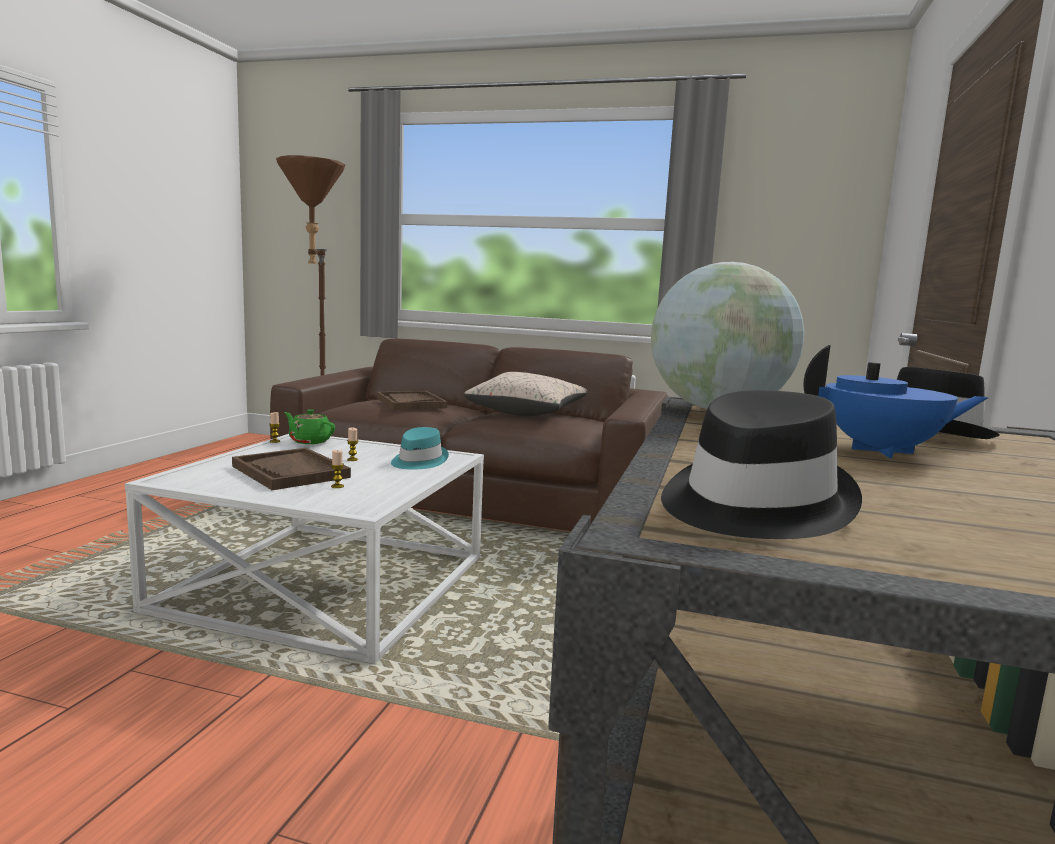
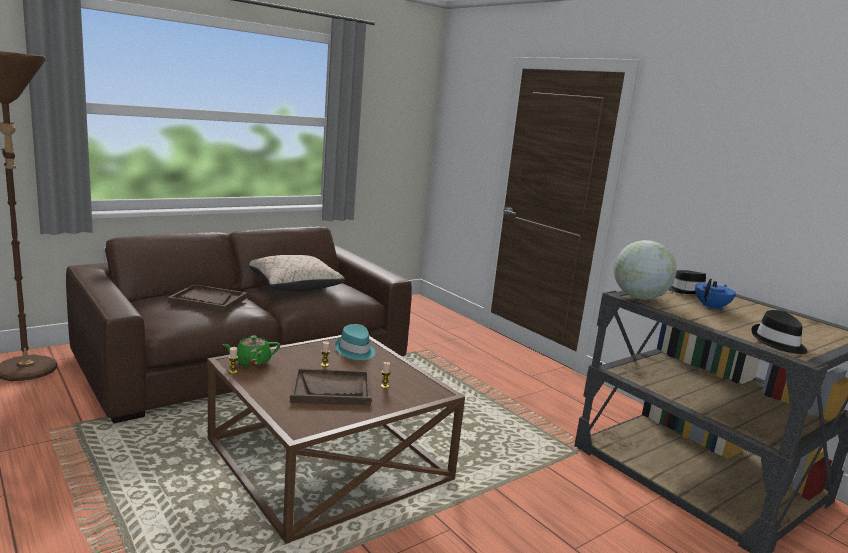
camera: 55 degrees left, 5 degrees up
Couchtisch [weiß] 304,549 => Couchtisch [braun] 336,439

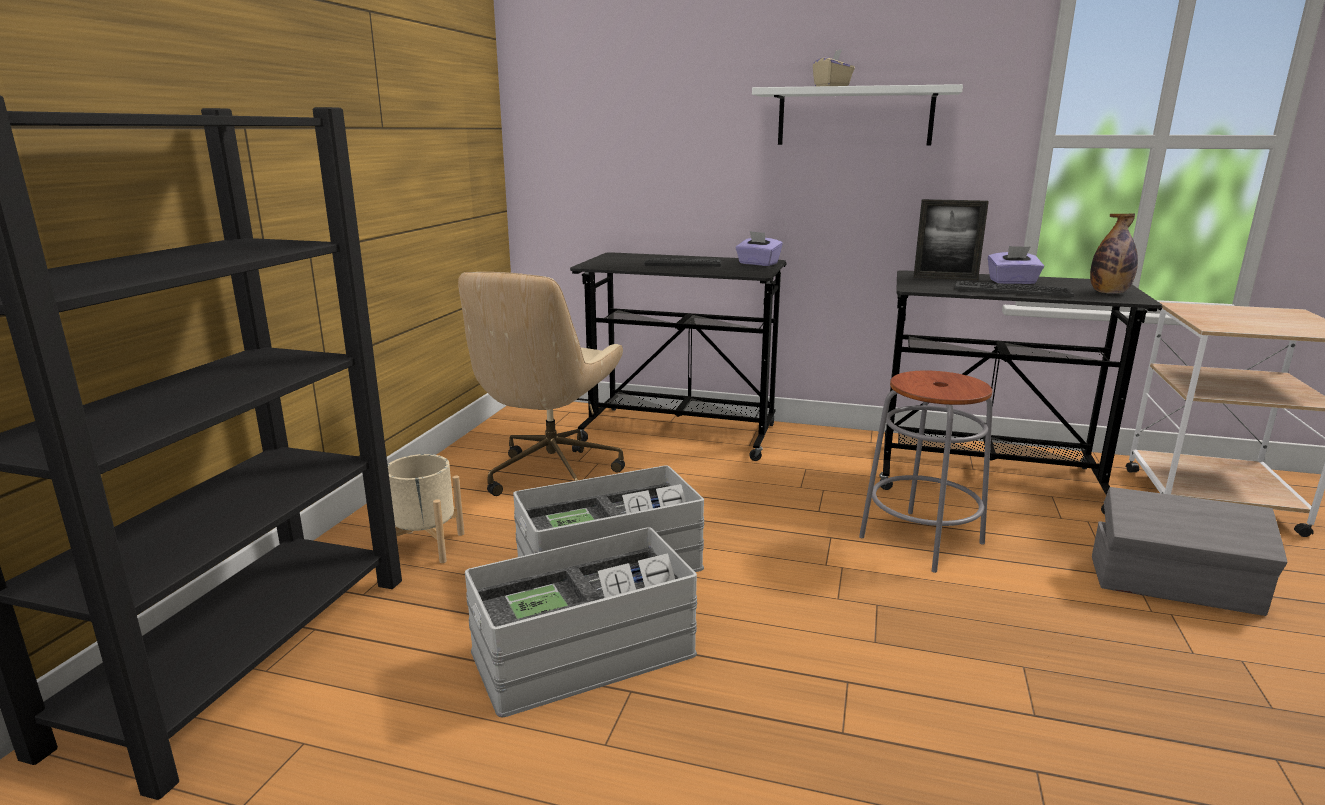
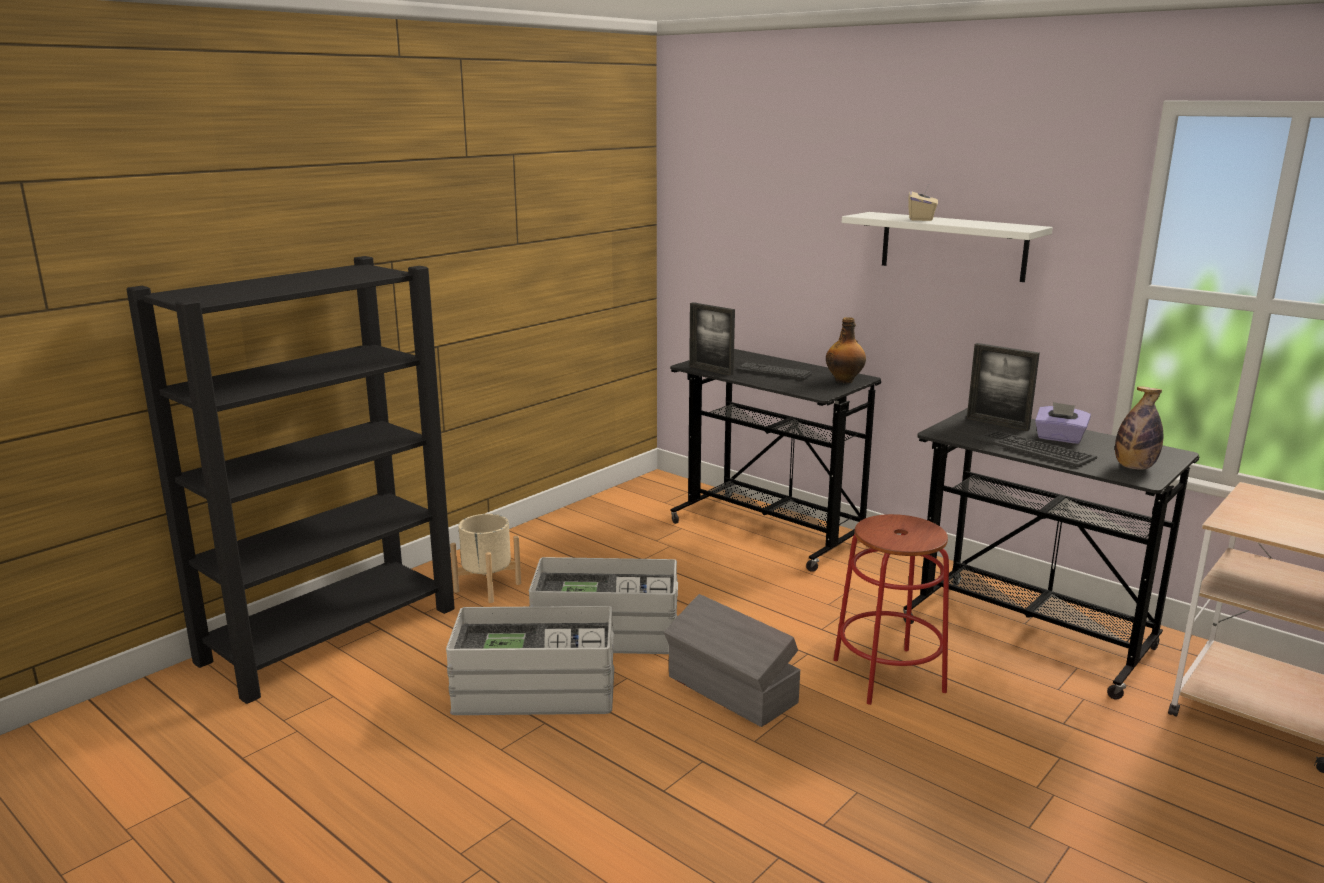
camera: 25 degrees right, 0 degrees up
Bürostuhl [beige] 541,384 => nothing
Taschentuchbox [lila] 759,248 => Flasche 846,350
Hocker [grau] 926,472 => Hocker [rot] 891,609
Aufbewahrungsbox [grau] 1189,551 => Aufbewahrungsbox [grau] 732,660, moved
nothing => Bilderrahmen 712,339

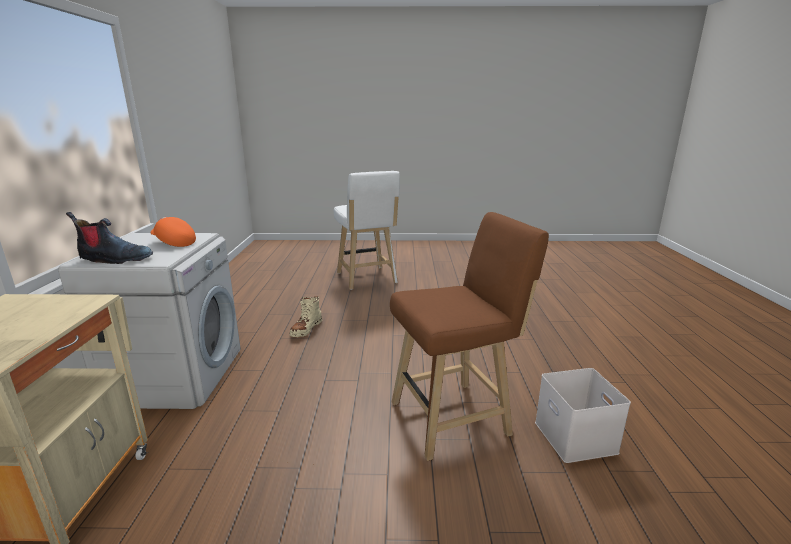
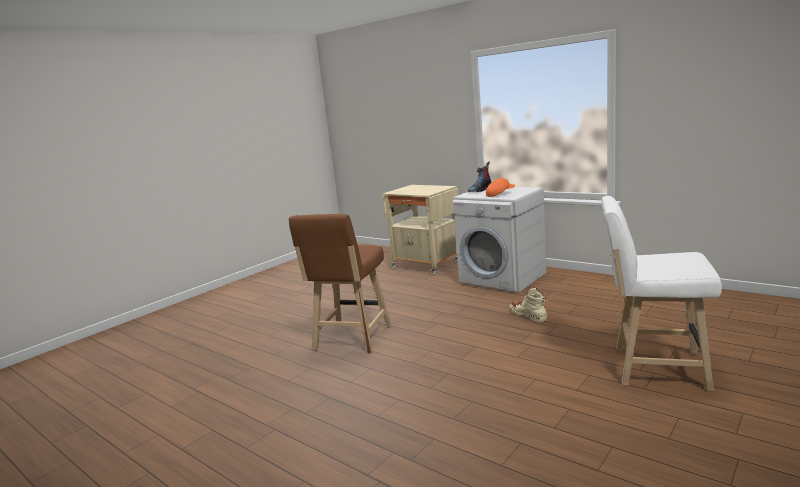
camera: 130 degrees right, 5 degrees down
Aufbewahrungsbox [weiß] 583,415 => nothing

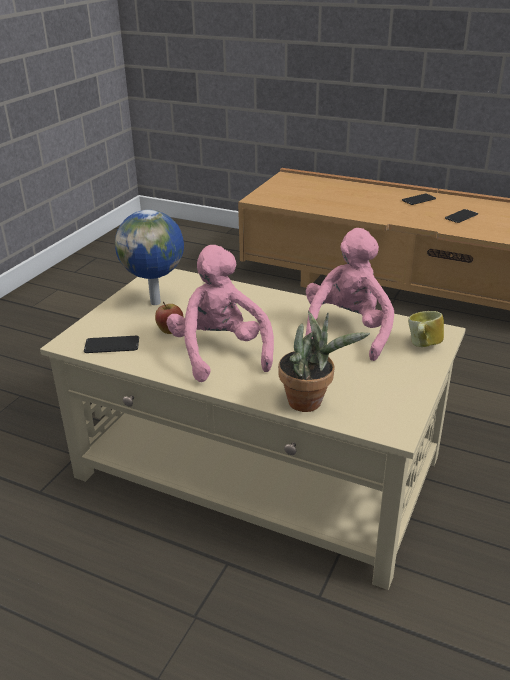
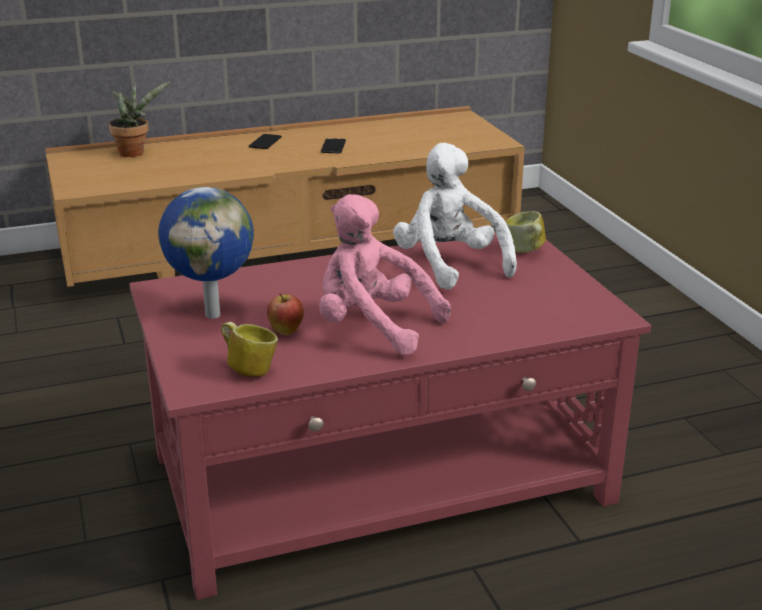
camera: 45 degrees left, 5 degrees down
Couchtisch [beige] 253,429 => Couchtisch [rot] 390,416
Handy 111,344 => Henkelbecher 249,349
Topfpflanze 324,361 => Topfpflanze 139,118, moved
Plüschtier [rosa] 349,294 => Plüschtier [weiß] 455,216

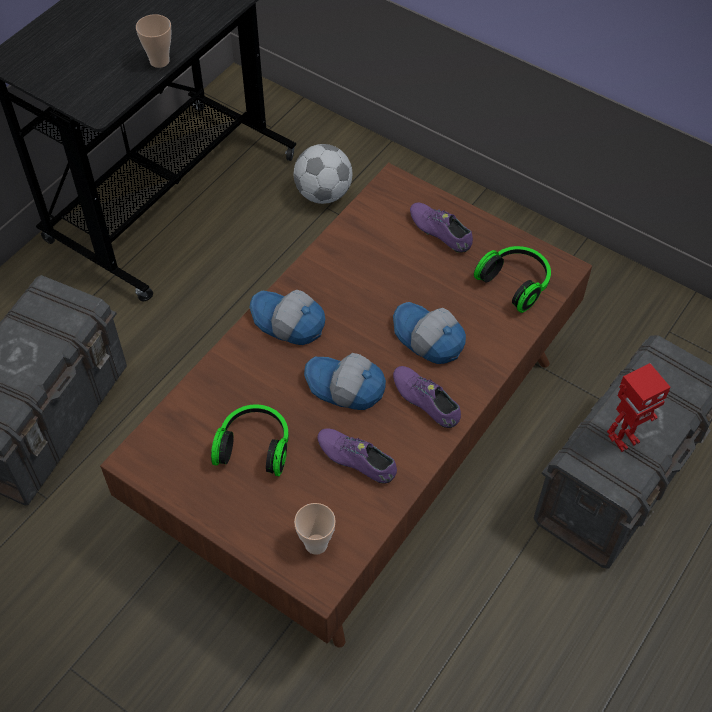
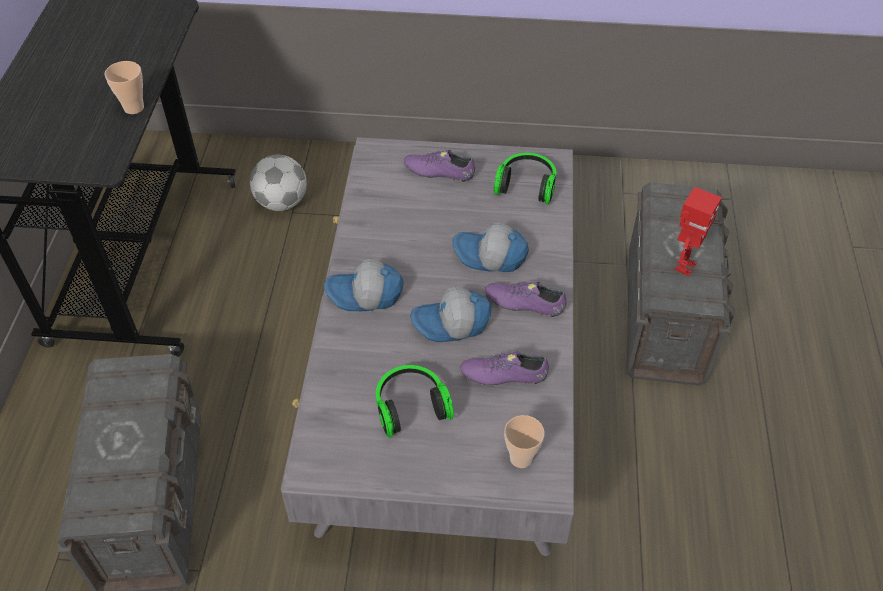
camera: 30 degrees left, 5 degrees down
Couchtisch [braun] 346,405 => Couchtisch [grau] 427,346

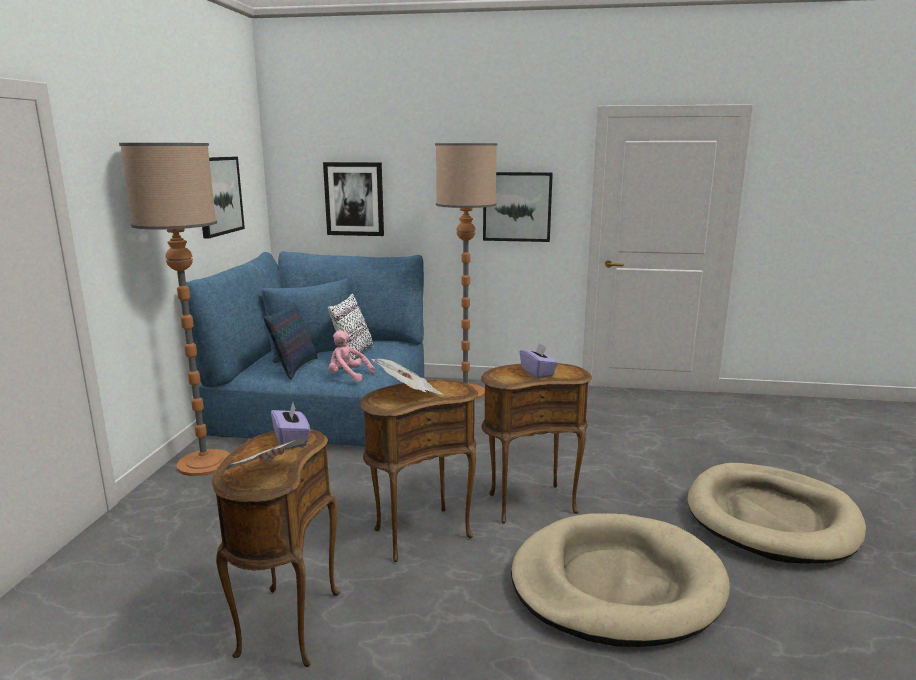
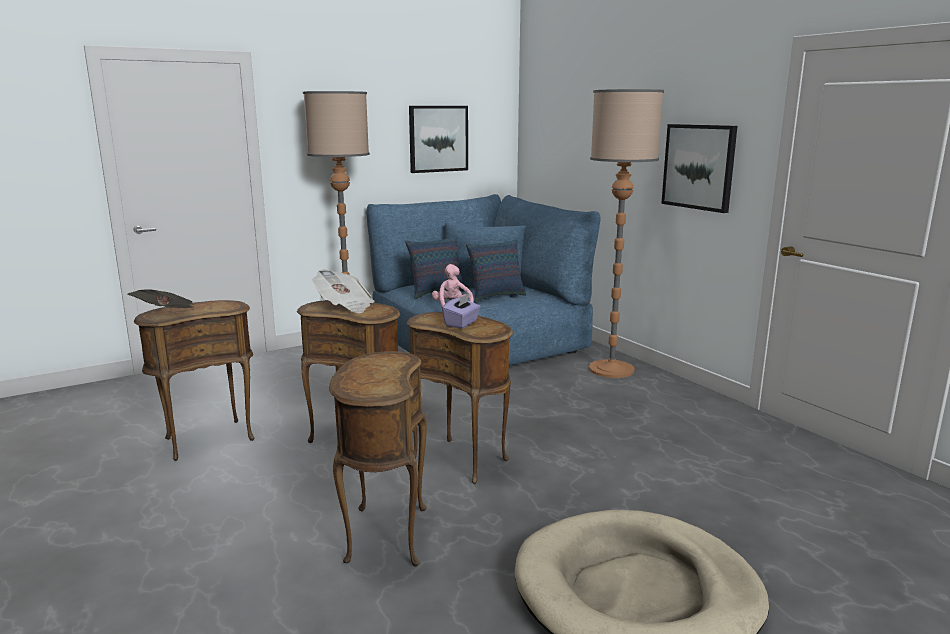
camera: 50 degrees right, 0 degrees up
Taschentuchbox [lila] 290,426 => nothing
Bild 353,199 => nothing
Kissen [weiß] 351,327 => Kissen [blau] 496,271
Hundebett [beige] 620,580 => Beistelltisch [braun] 378,458

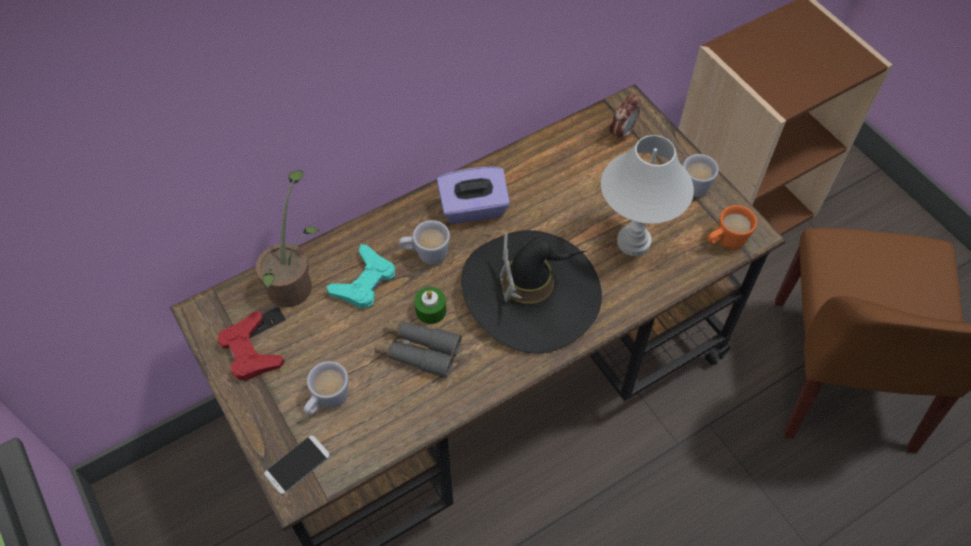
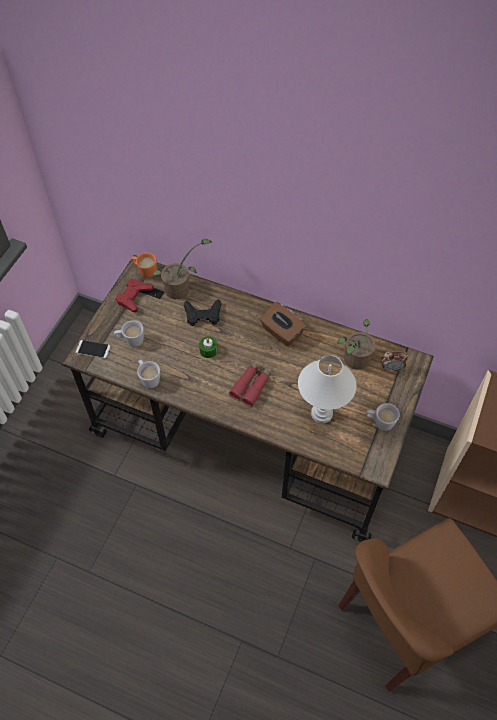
camera: 55 degrees right, 0 degrees up
Gamepad [türkis] 360,276 => Gamepad [schwarz] 202,312
Fernglas [grau] 418,348 => nothing
Henkelbecher [weiß] 424,242 => Henkelbecher [weiß] 148,374, moved
Taschentuchbox [lila] 473,195 => Taschentuchbox [braun] 283,324
Hut [schwarz] 531,292 => Fernglas [rot] 251,384
Henkelbecher [orange] 732,227 => Henkelbecher [orange] 144,265, moved
nothing => Topfpflanze 356,344

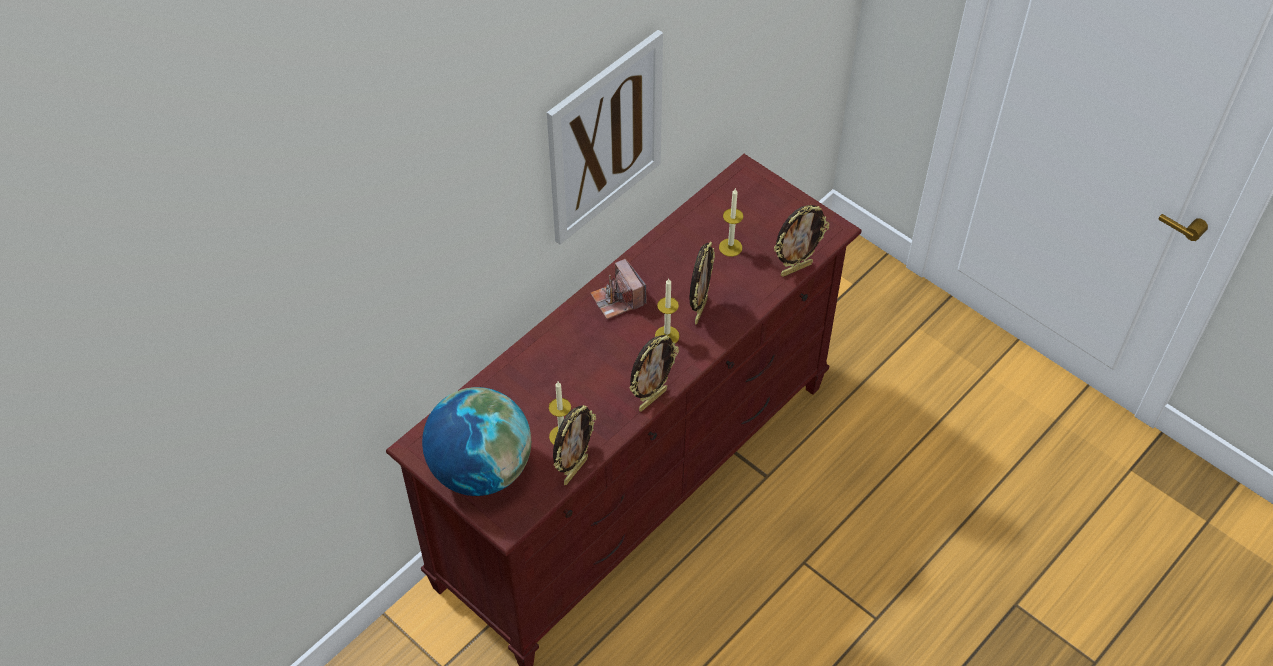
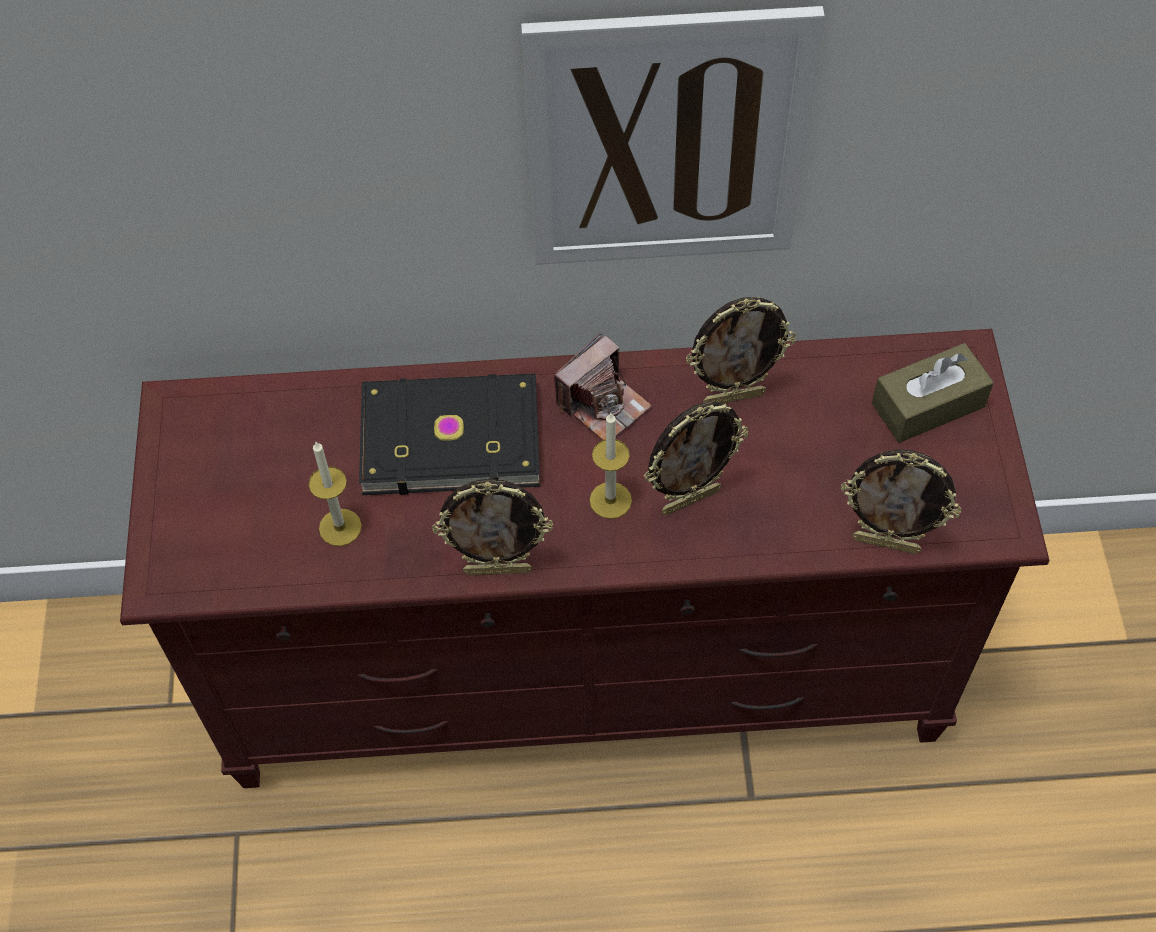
camera: 45 degrees right, 5 degrees up
Globus 476,441 => nothing
Bilderrahmen 574,445 => Bilderrahmen 741,350, moved
Kamera 619,289 => Kamera 603,386, 150 degrees counterclockwise
Kerze 731,223 => nothing
nothing => Buch [schwarz] 449,434
nothing => Taschentuchbox [braun] 933,393

